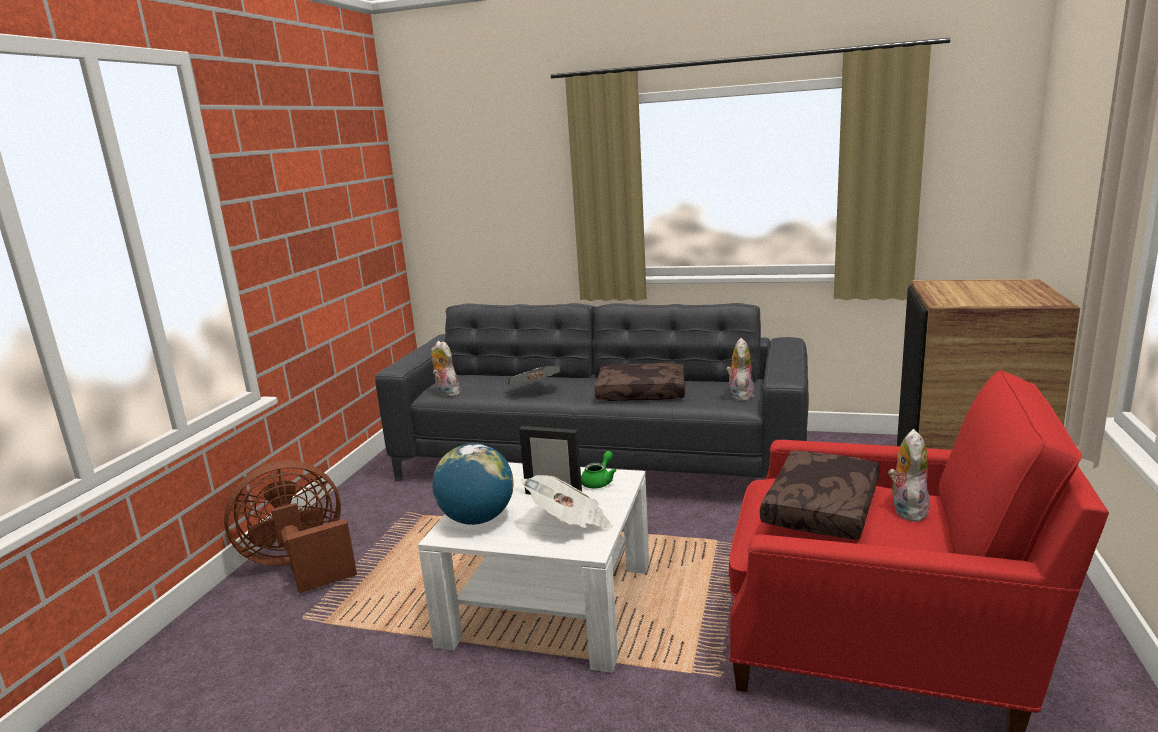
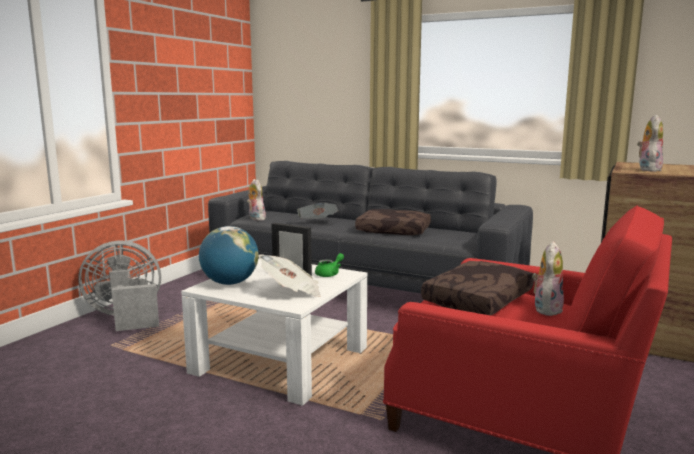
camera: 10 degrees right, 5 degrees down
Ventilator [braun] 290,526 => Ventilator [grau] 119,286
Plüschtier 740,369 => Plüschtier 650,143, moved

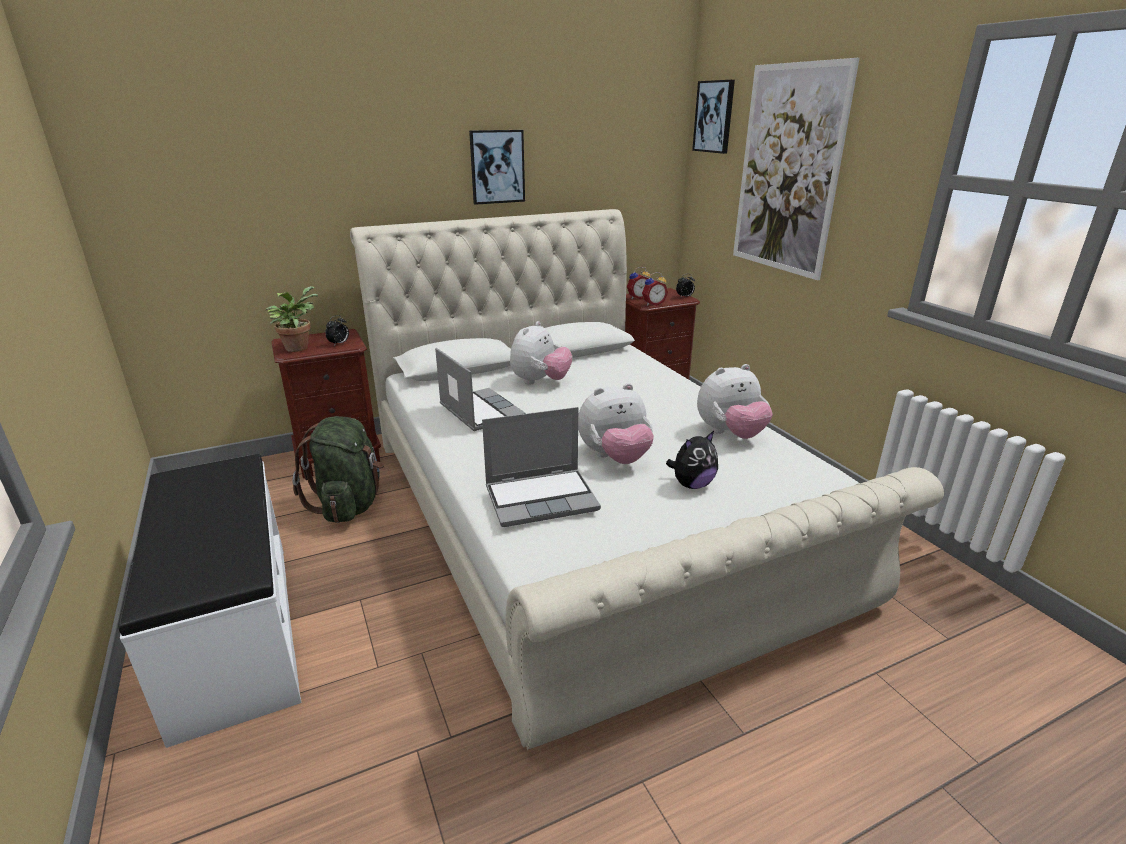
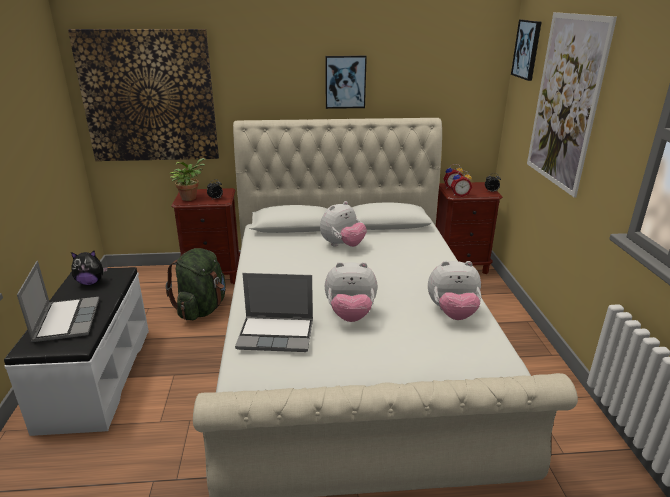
camera: 20 degrees right, 0 degrees up
Laptop 480,389 => Laptop 58,301, moved
Plüschtier 692,460 => Plüschtier 89,268, moved
nothing => Bild 143,95

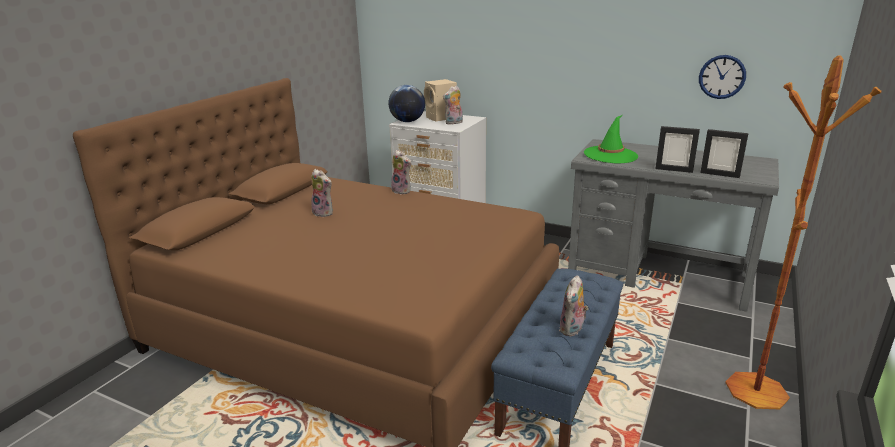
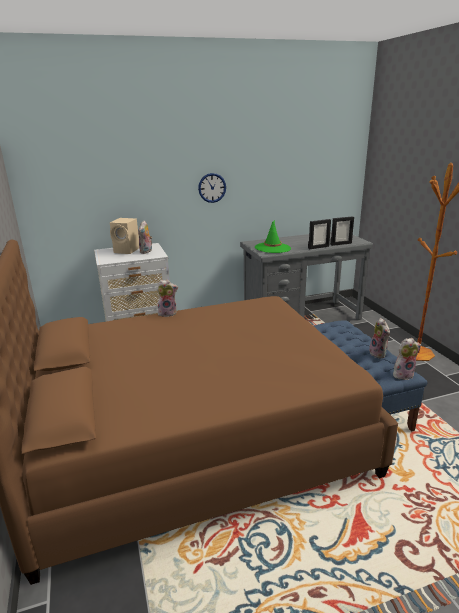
camera: 45 degrees left, 0 degrees up
Plüschtier 322,193 => Plüschtier 407,359, moved
Globus 406,103 => nothing
Wanduhr 722,77 => Wanduhr 212,188, moved

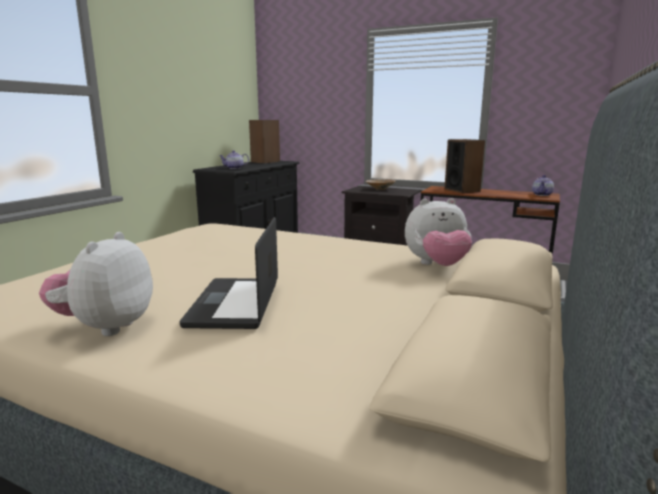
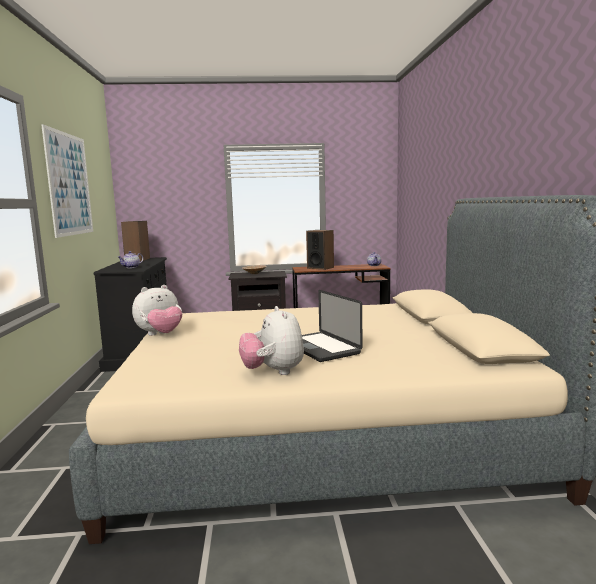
camera: 30 degrees left, 5 degrees down
Plüschtier 438,232 => Plüschtier 157,310, moved
nothing => Bild 67,181

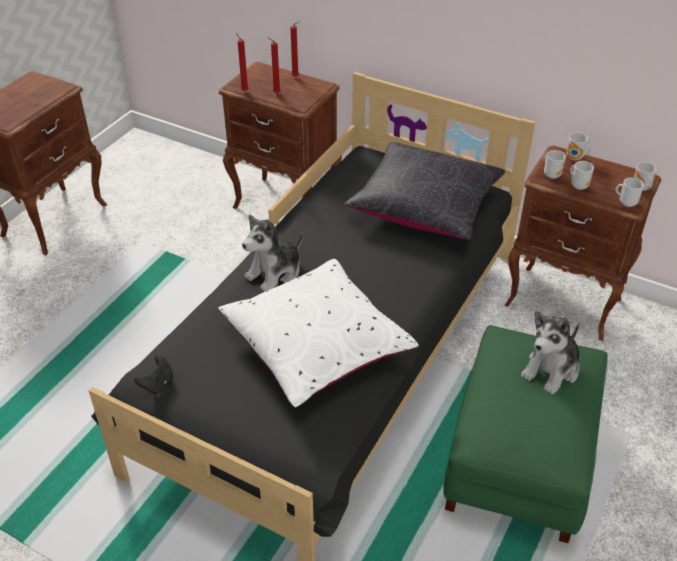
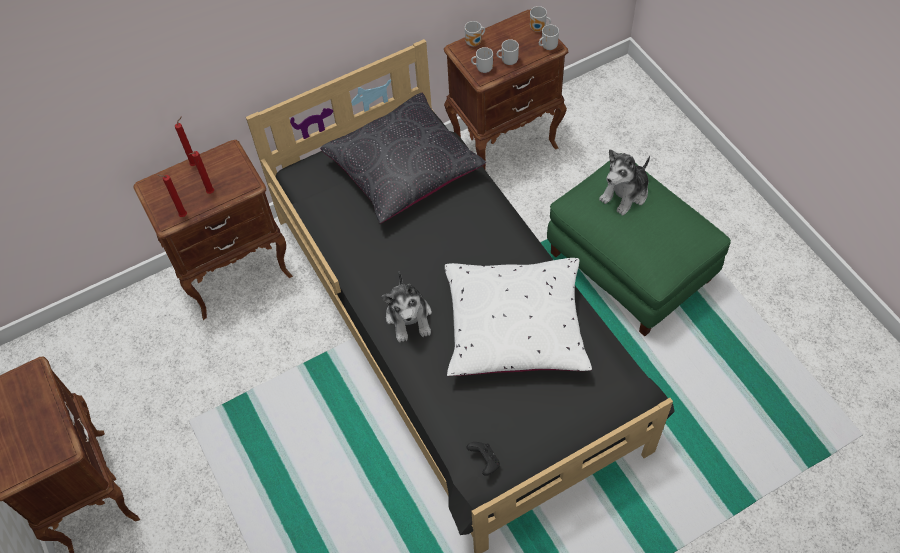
camera: 55 degrees left, 15 degrees up
Plüschtier 550,352 => Plüschtier 624,182, 60 degrees clockwise

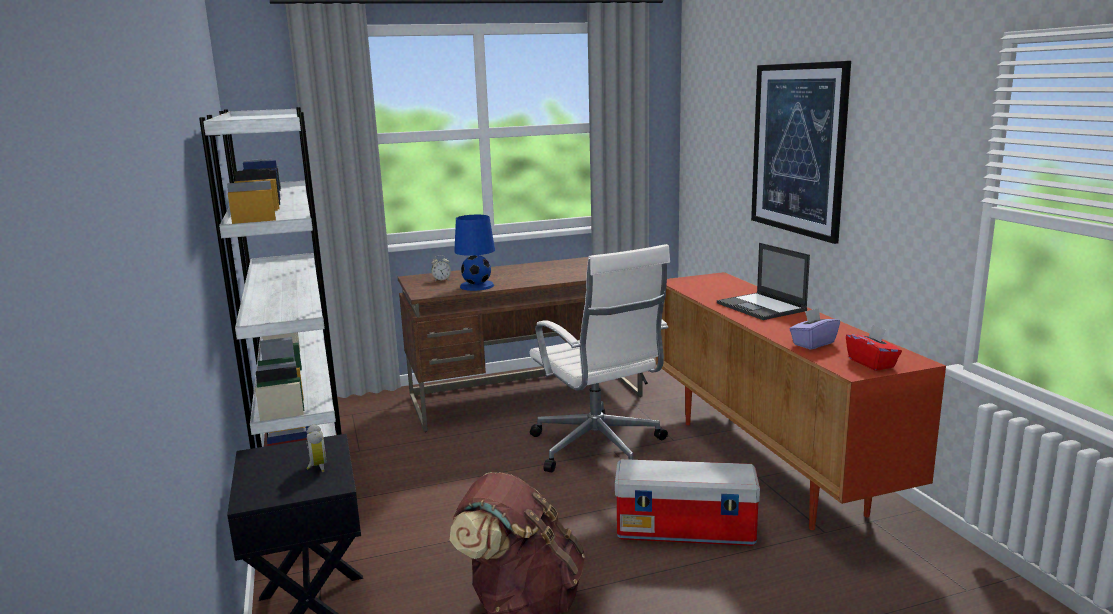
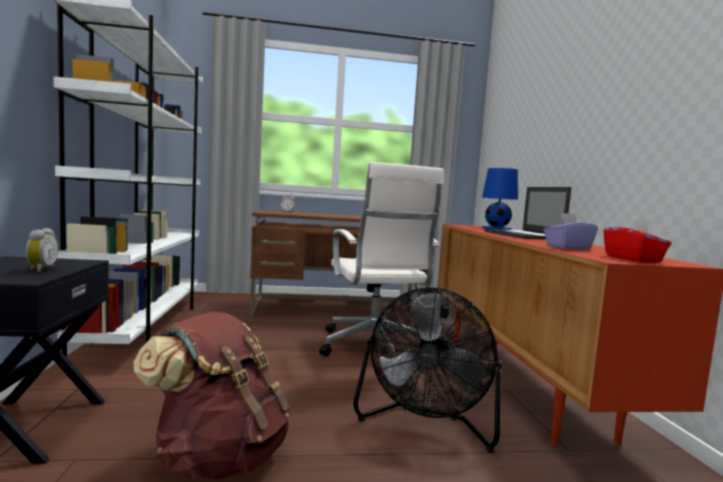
camera: 10 degrees right, 10 degrees down
Tischlampe [blau] 474,253 => Tischlampe [blau] 500,199, moved
Aufbewahrungsbox 687,502 => Ventilator [schwarz] 428,370
Bild 801,152 => nothing

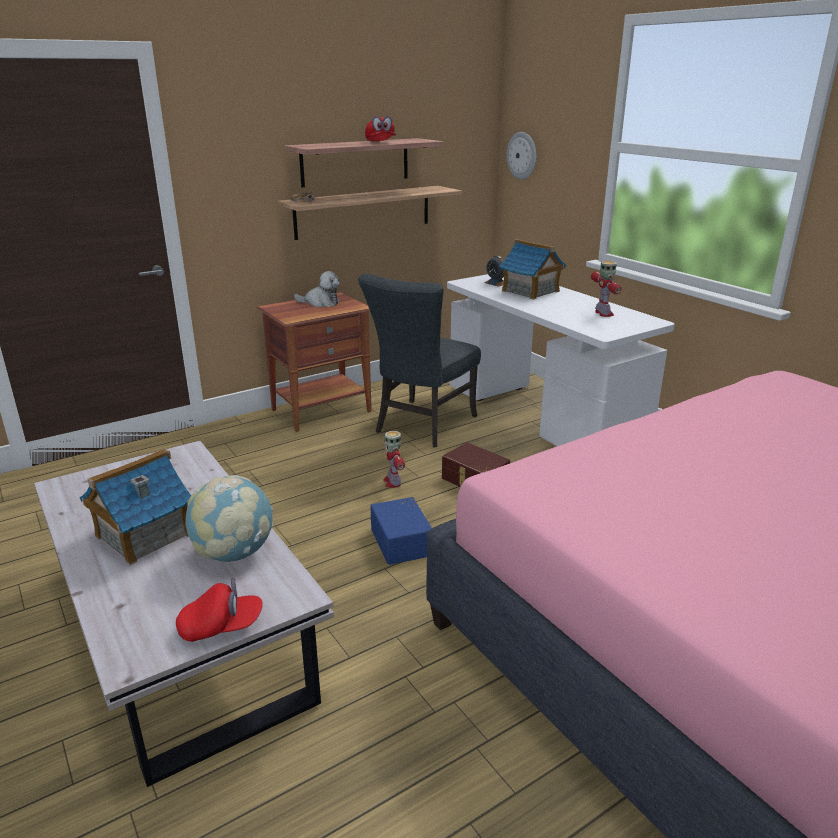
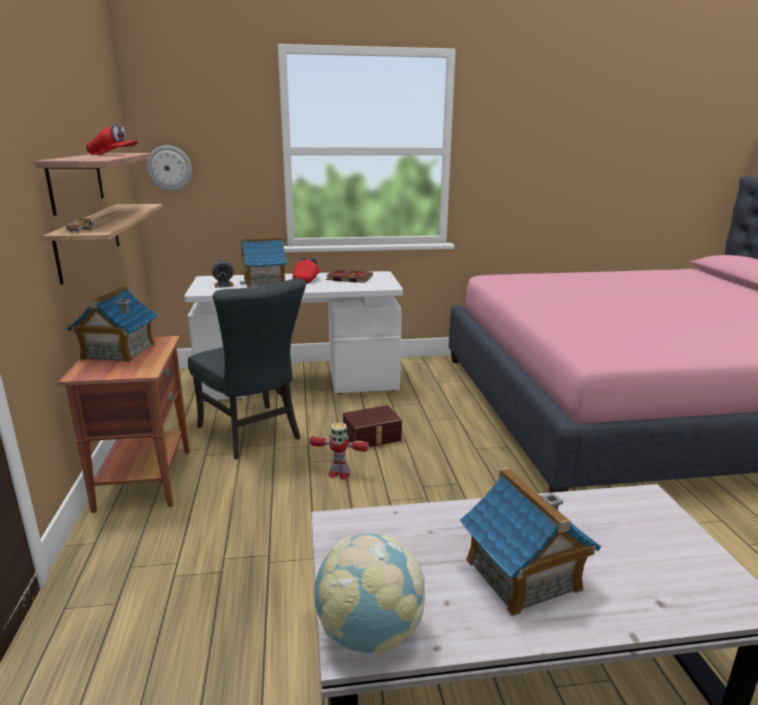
camera: 65 degrees left, 5 degrees down
Kappe [rot] 219,610 => Kappe [rot] 306,270, moved
Globus 229,518 => Globus 369,594, moved
Plüschtier 317,289 => Spielzeughaus 112,324
Aufbewahrungsbox [blau] 401,531 => nothing
Spielzeugroboter 606,289 => Buch 349,276

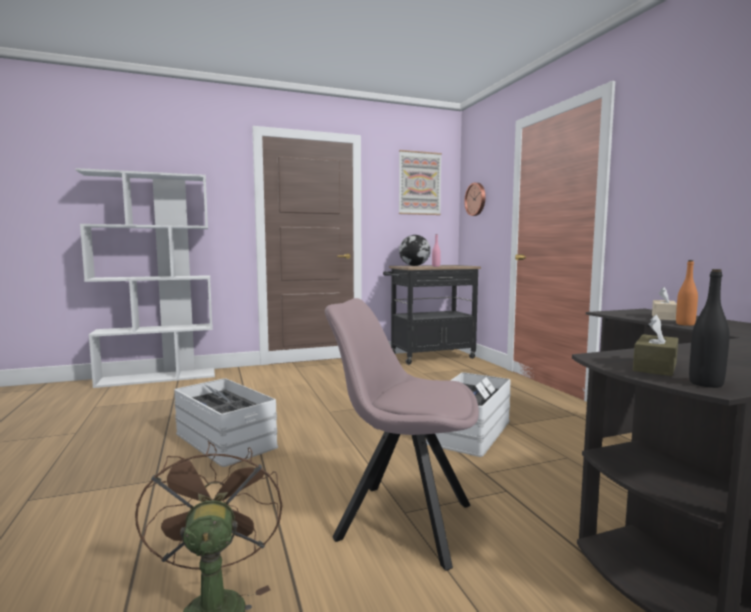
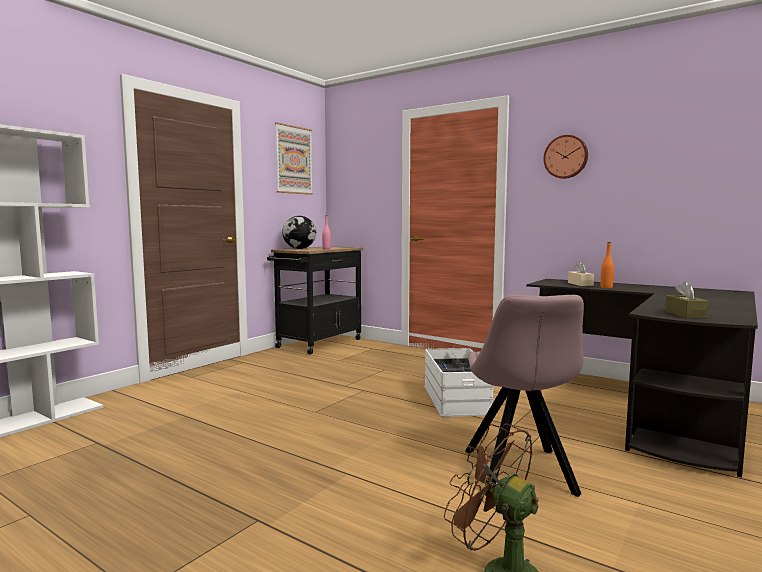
camera: 35 degrees left, 0 degrees up
Aufbewahrungsbox [weiß] 226,422 => nothing
Stuhl [rosa] 402,434 => Stuhl [rosa] 524,396, 75 degrees counterclockwise
Wanduhr 475,199 => Wanduhr 565,157, moved
Flasche [schwarz] 709,328 => nothing

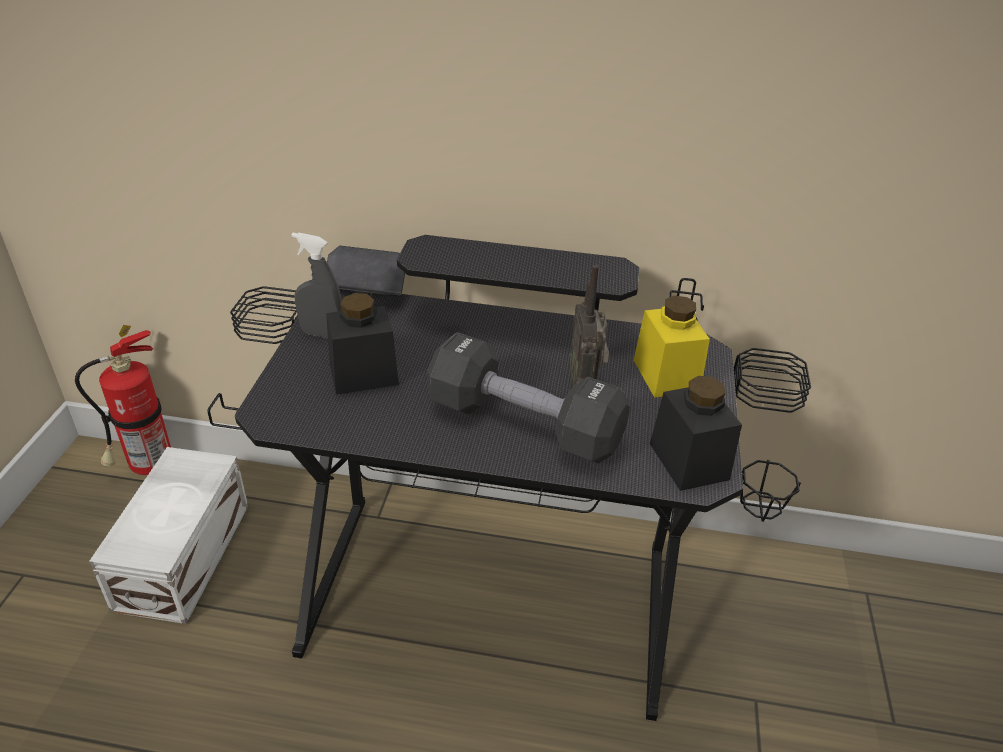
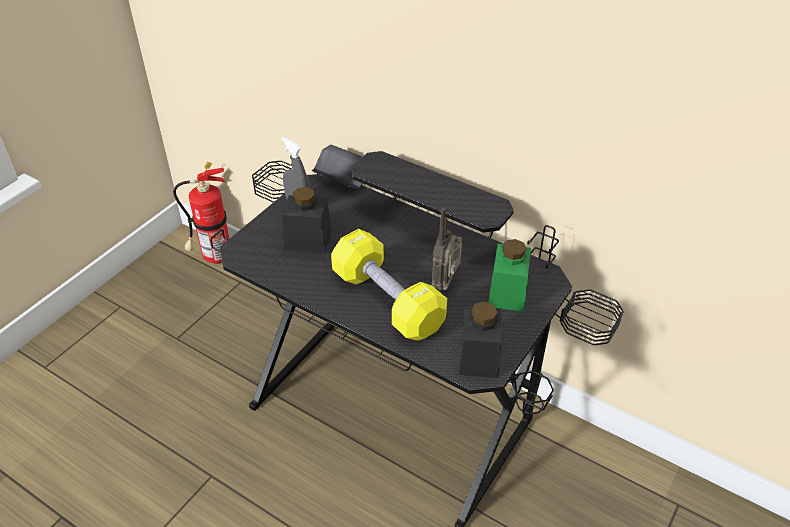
camera: 25 degrees right, 5 degrees up
Aufbewahrungsbox [weiß] 168,535 => nothing
Hantel [schwarz] 528,397 => Hantel [gelb] 389,285
Vorratsglas [gelb] 672,347 => Vorratsglas [grün] 509,275

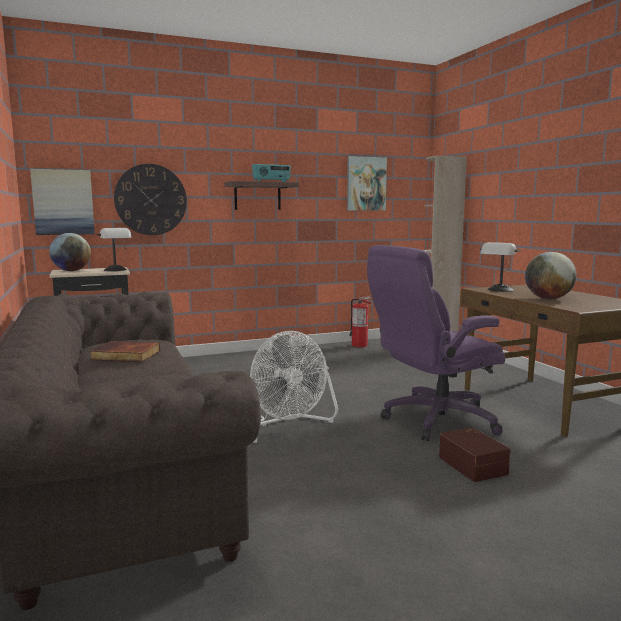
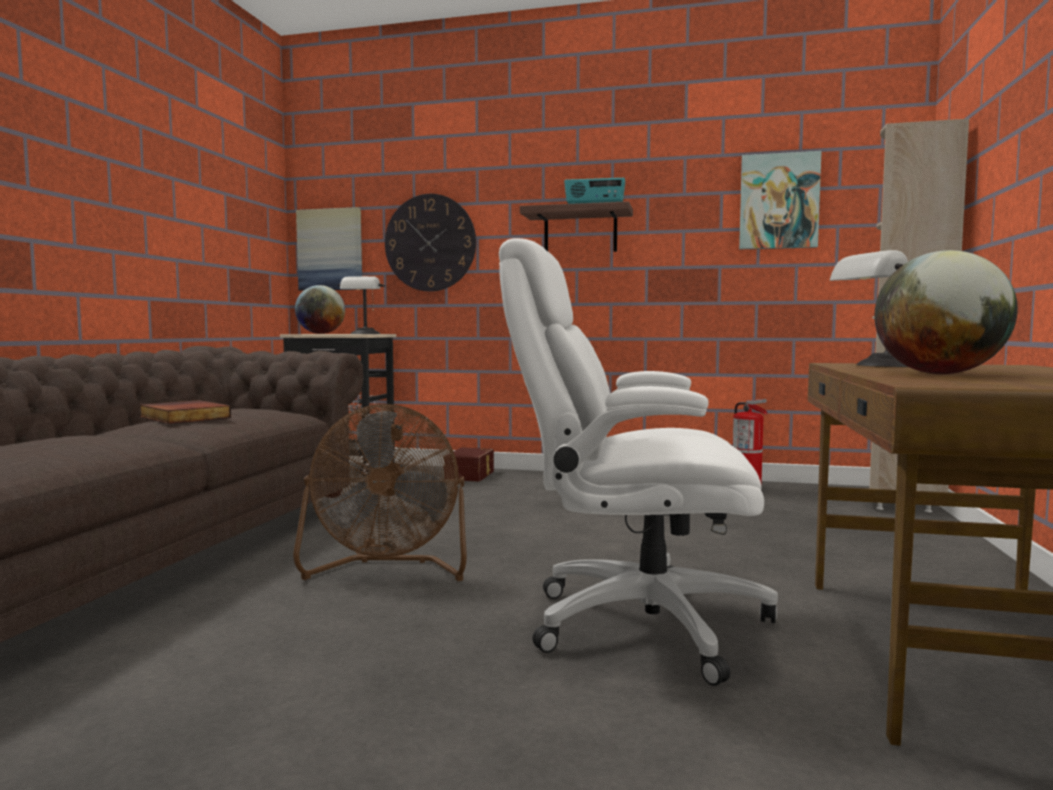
camera: 35 degrees right, 5 degrees down
Ventilator [weiß] 294,387 => Ventilator [braun] 380,492
Bürostuhl [lila] 436,343 => Bürostuhl [weiß] 638,462
Aufbewahrungsbox [braun] 474,454 => Aufbewahrungsbox [braun] 469,464, moved

